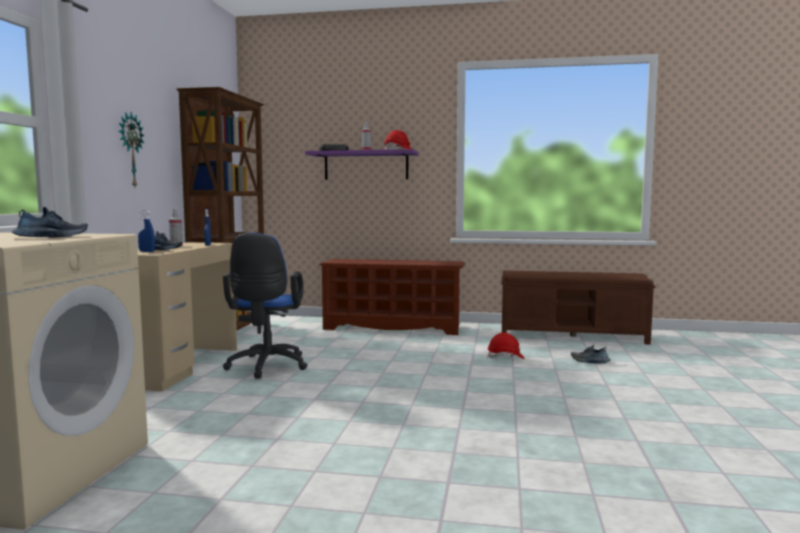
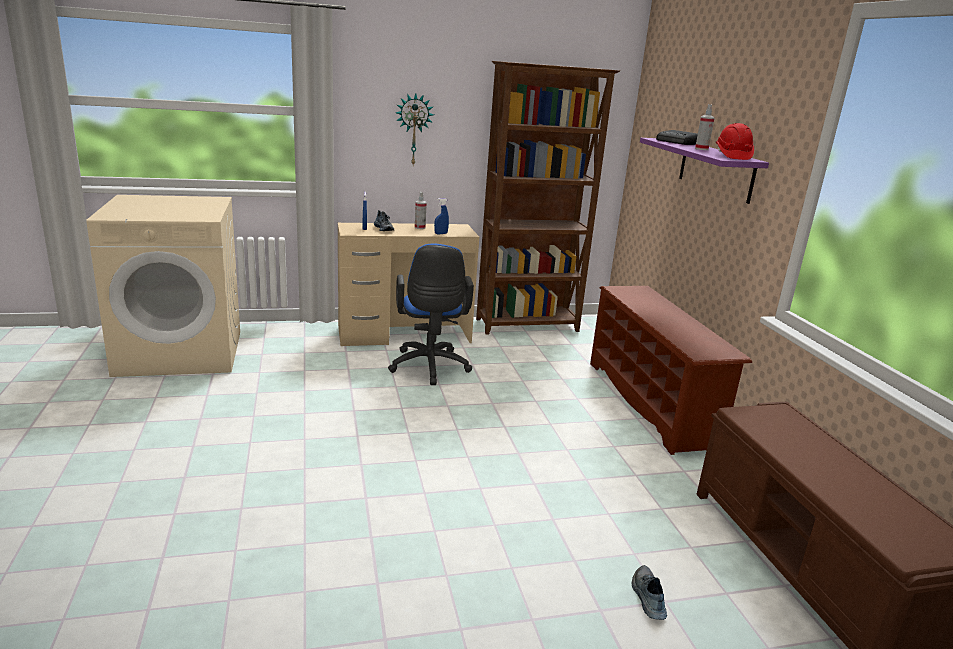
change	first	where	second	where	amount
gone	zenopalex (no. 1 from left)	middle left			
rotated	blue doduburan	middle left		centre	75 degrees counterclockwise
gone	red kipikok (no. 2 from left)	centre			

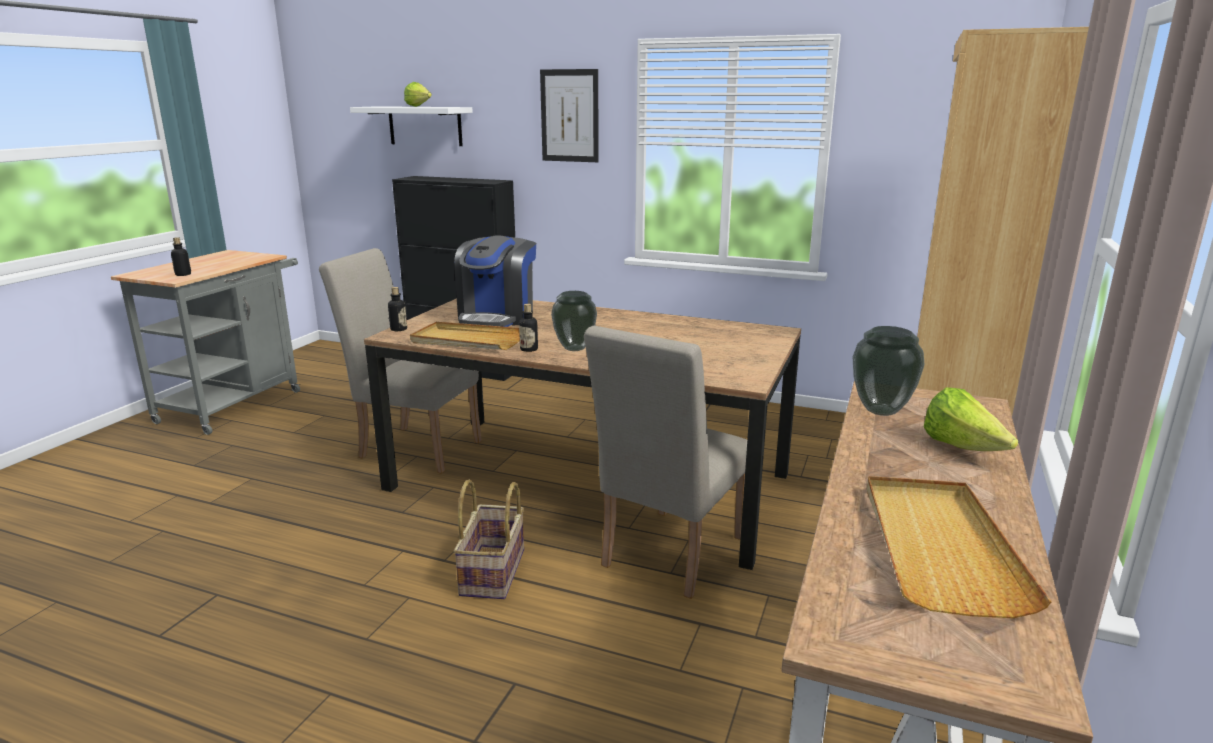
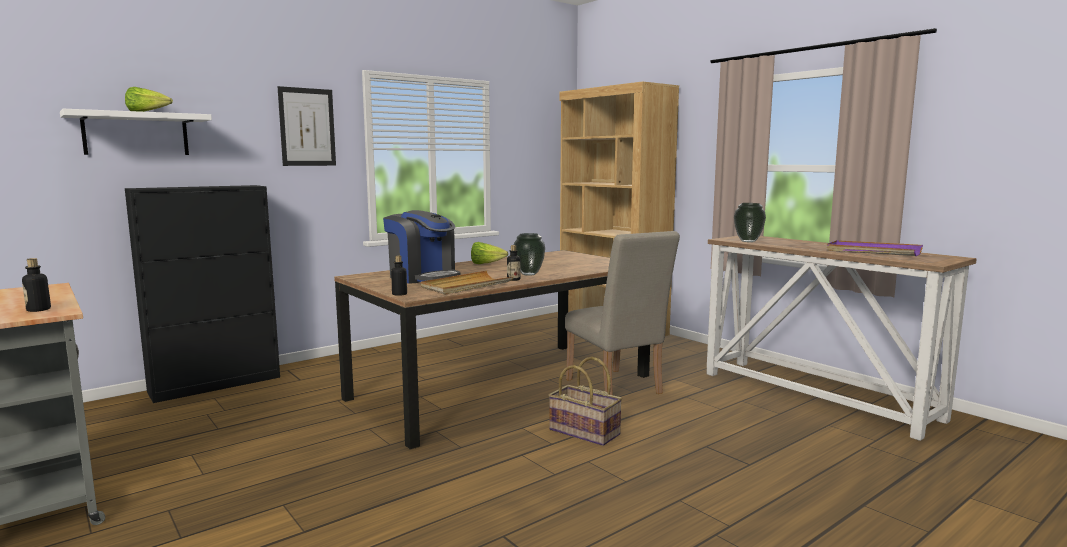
change	first	where	second	where	amount
gone	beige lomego (no. 1 from left)	middle left			
repainted	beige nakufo (no. 2 from left)	bottom right	purple nakufo	middle right	
shifted	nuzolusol (no. 2 from left)	middle right		centre	

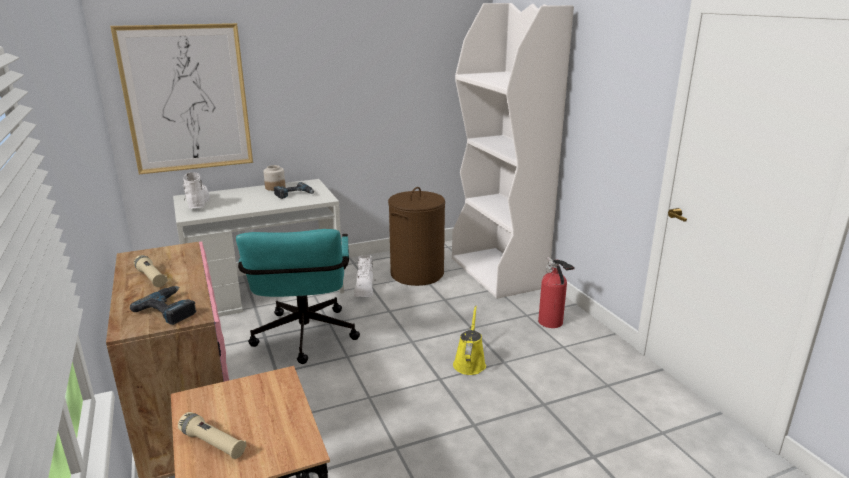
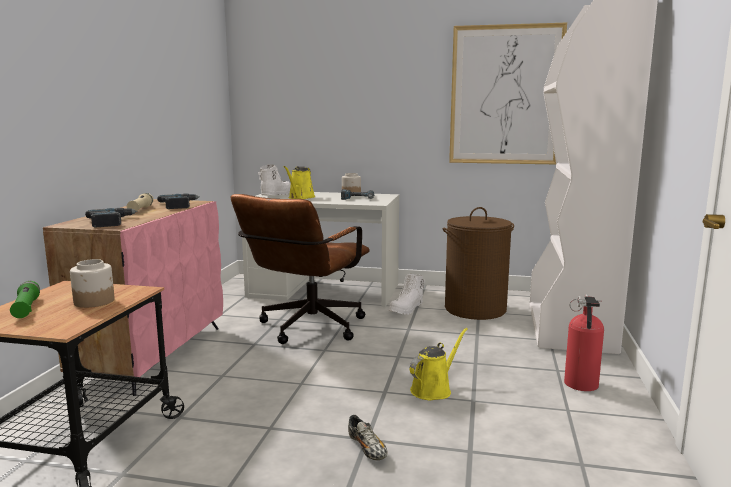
change	first	where	second	where	amount
shifted	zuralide	top left		top right	
repainted	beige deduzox (no. 2 from left)	bottom left	green deduzox	middle left	
repainted	turquoise doduburan	centre	brown doduburan	centre	
new			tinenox (no. 1 from left)	middle left	
new			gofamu (no. 2 from left)	middle left	
new			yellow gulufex (no. 1 from left)	centre	
new			zenopalex	bottom centre	

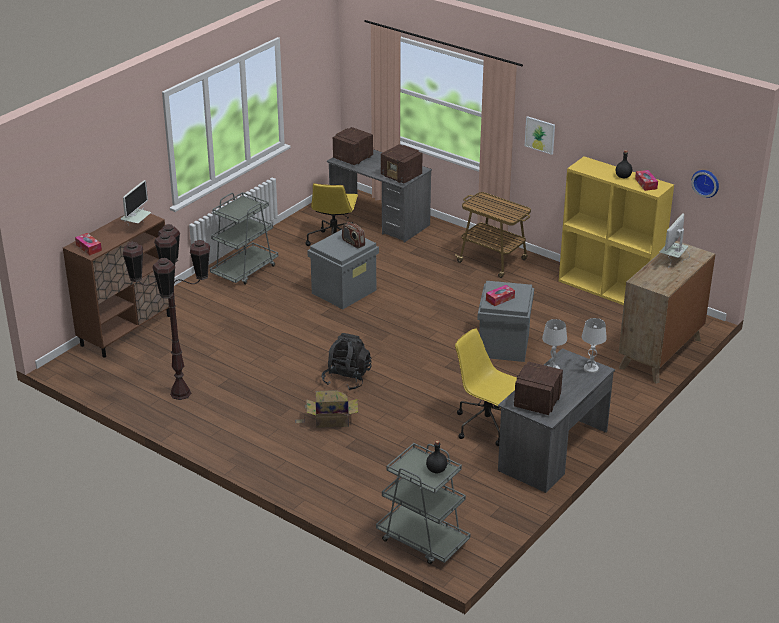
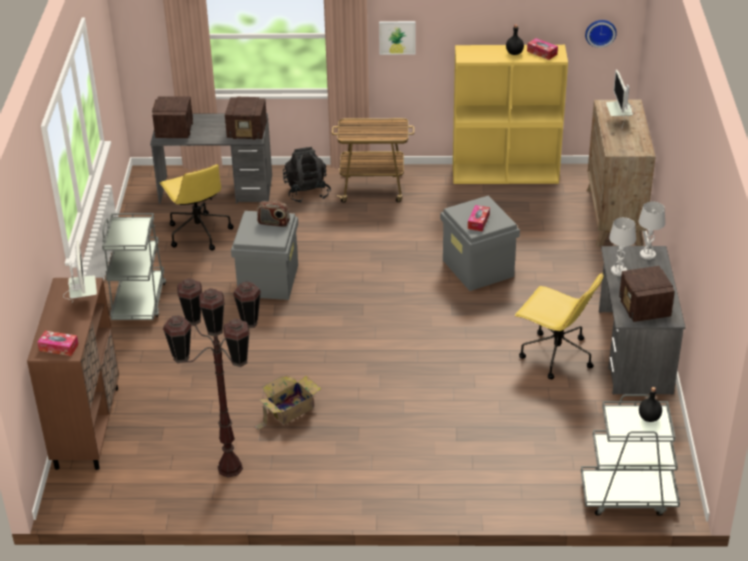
change	first	where	second	where	amount
shifted	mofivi	centre		bottom centre	
shifted	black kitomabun	centre		top centre	
rotated	yellow doduburan (no. 2 from left)	centre		middle right	150 degrees counterclockwise

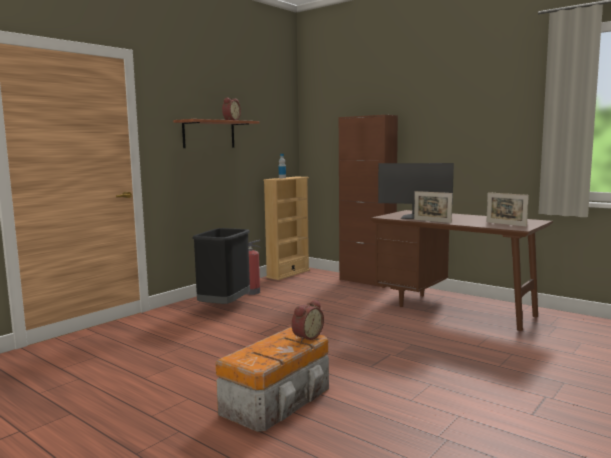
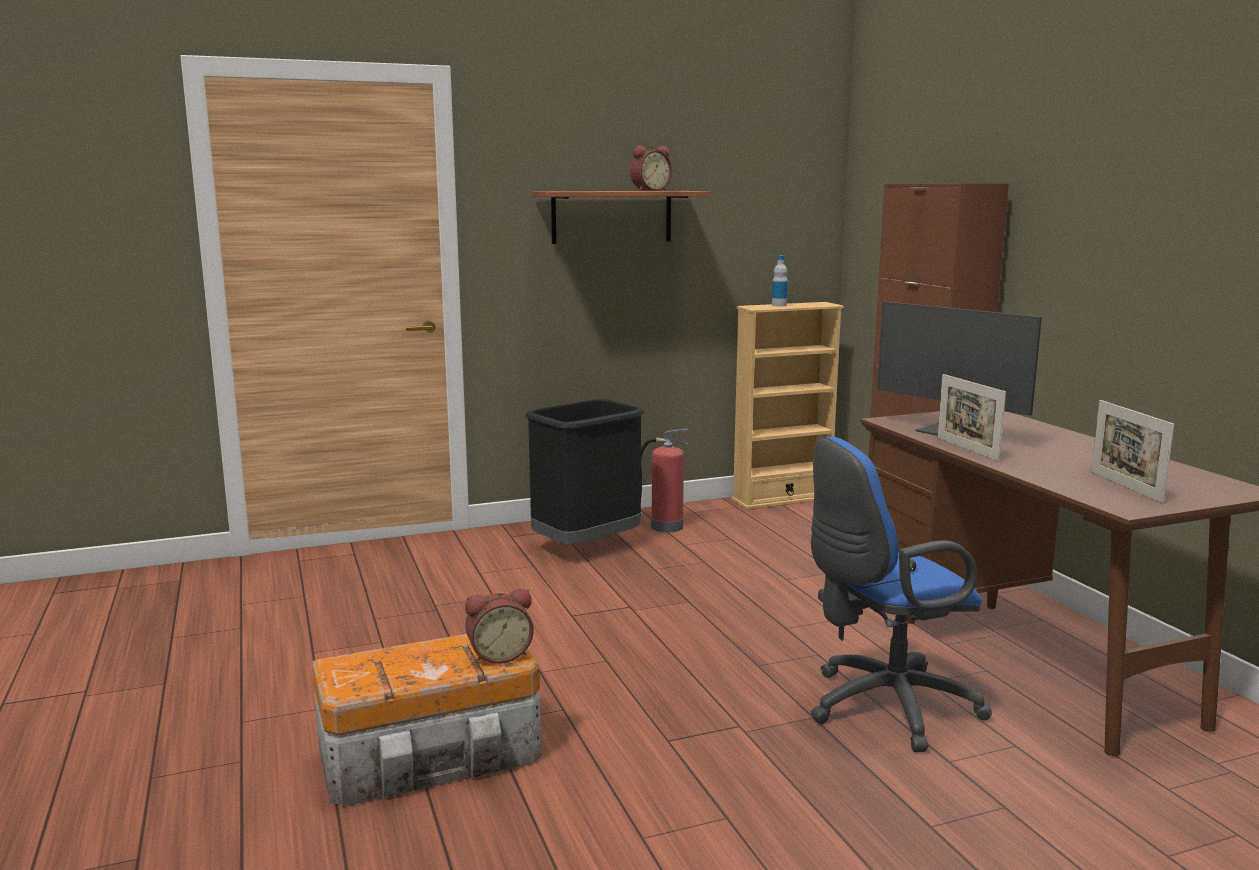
change	first	where	second	where	amount
new			blue doduburan	bottom right	

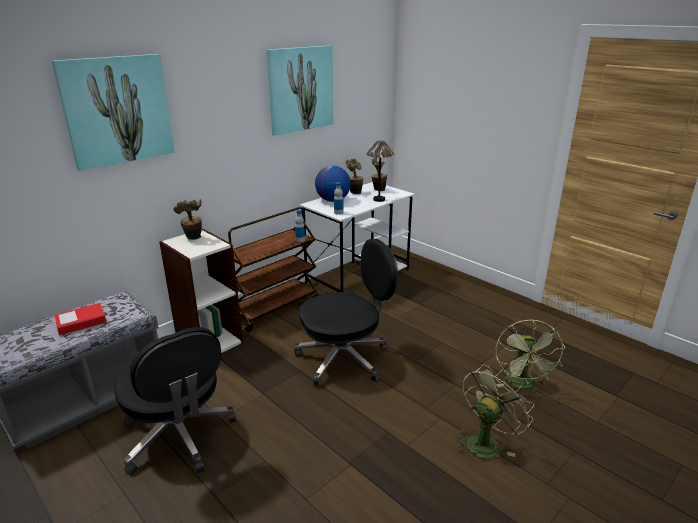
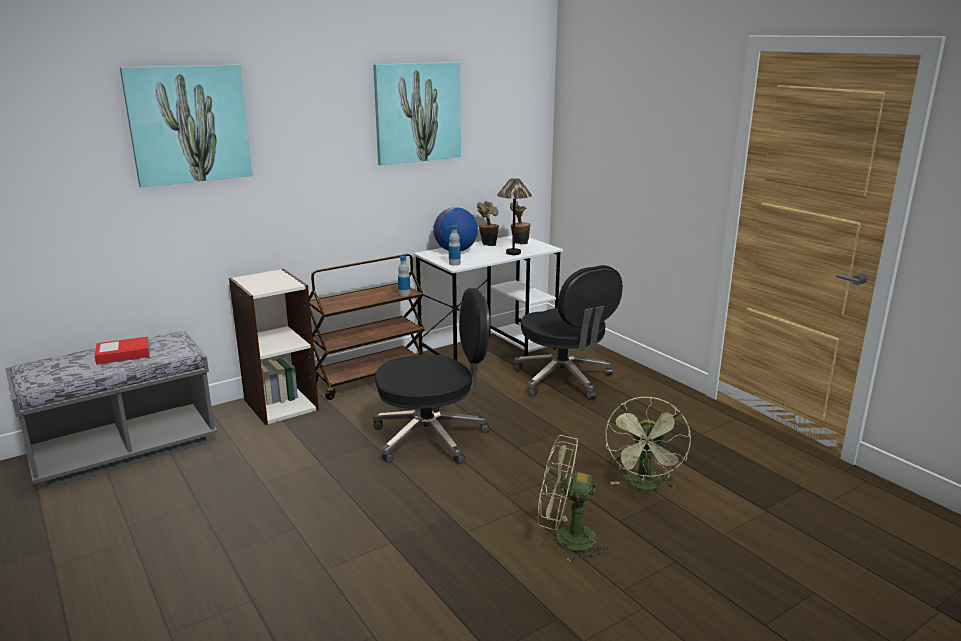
change	first	where	second	where	amount
shifted	black doduburan (no. 1 from left in the first image)	bottom left	black doduburan (no. 2 from left)	centre	
gone	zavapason (no. 1 from left)	middle left			
rotated	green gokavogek (no. 1 from left)	bottom right		bottom centre	135 degrees counterclockwise

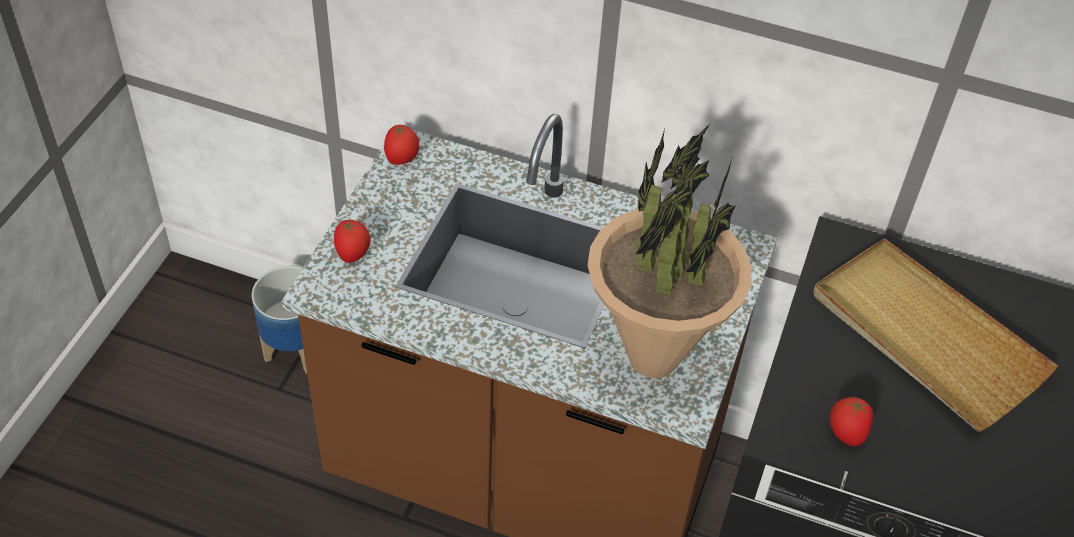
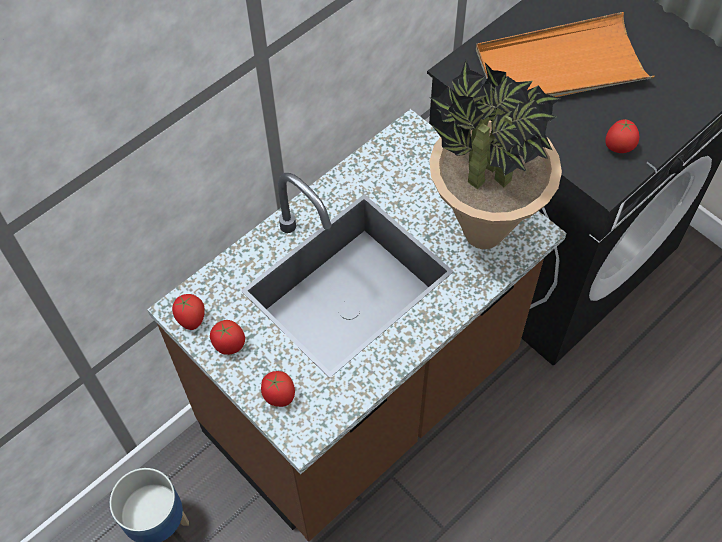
change	first	where	second	where	amount
repainted	beige nakufo	middle right	orange nakufo	top right	
new			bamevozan (no. 2 from left)	middle left	

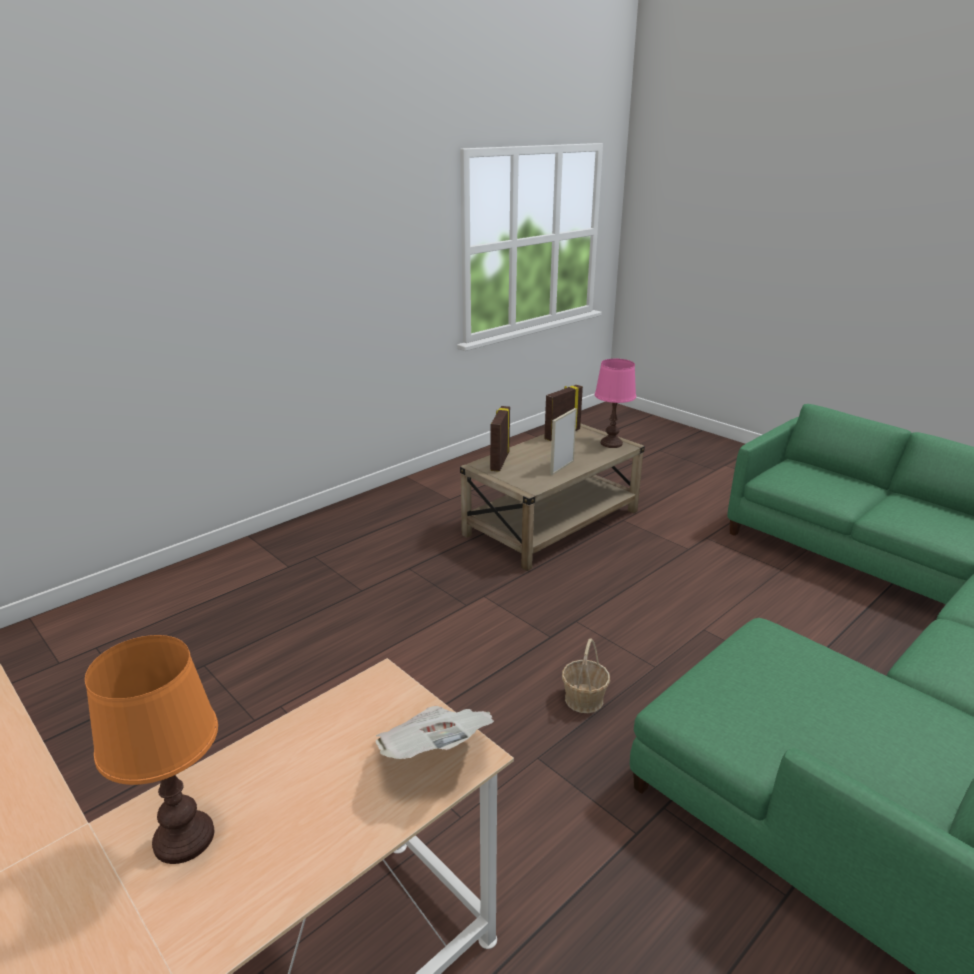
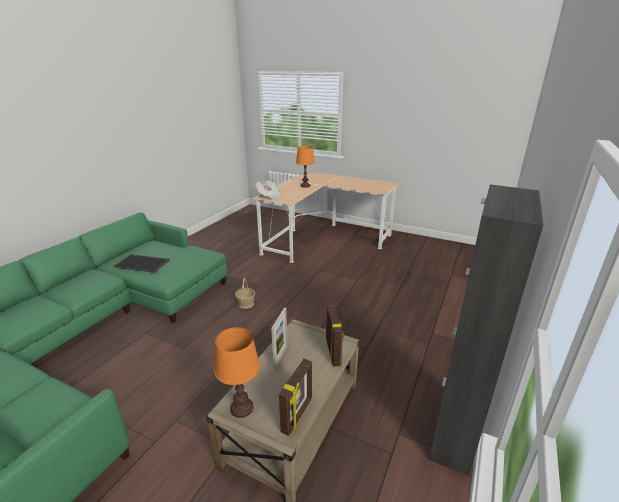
change	first	where	second	where	amount
repainted	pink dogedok	centre	orange dogedok (no. 1 from left)	bottom centre	
new			nakufo	middle left	
new			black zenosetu	middle right	

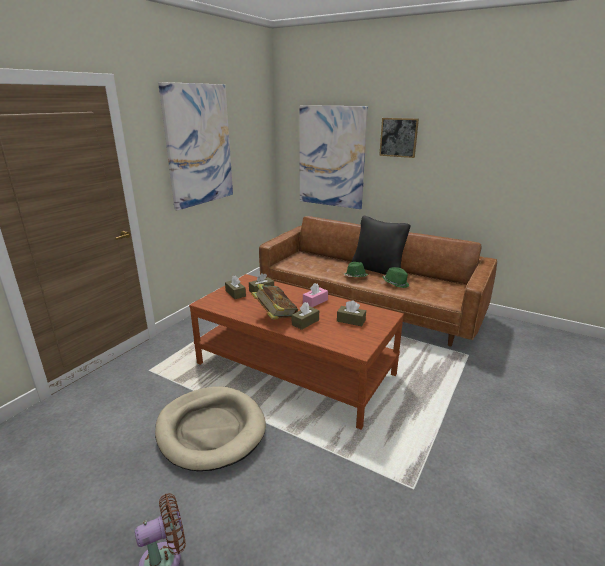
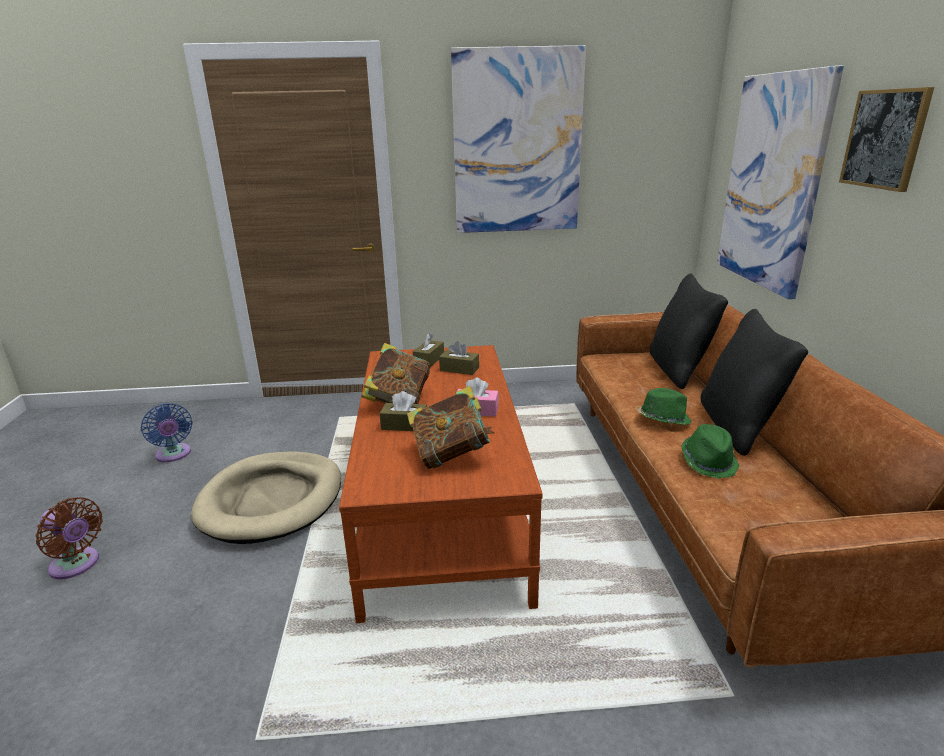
change	first	where	second	where	amount
swapped	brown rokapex (no. 4 from left)	centre	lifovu (no. 2 from left)	centre	
new			blue gokavogek	middle left	
new			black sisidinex (no. 1 from left)	middle right	

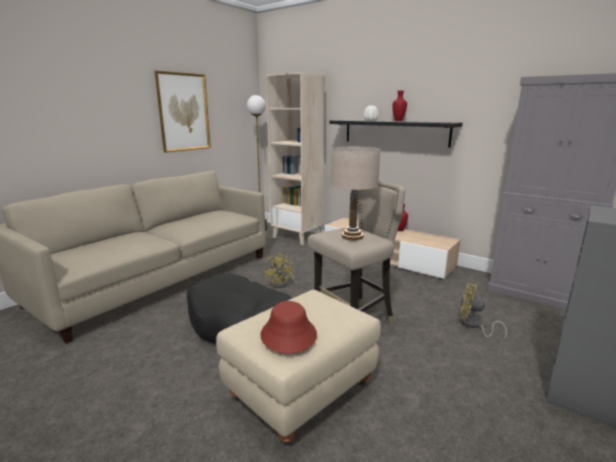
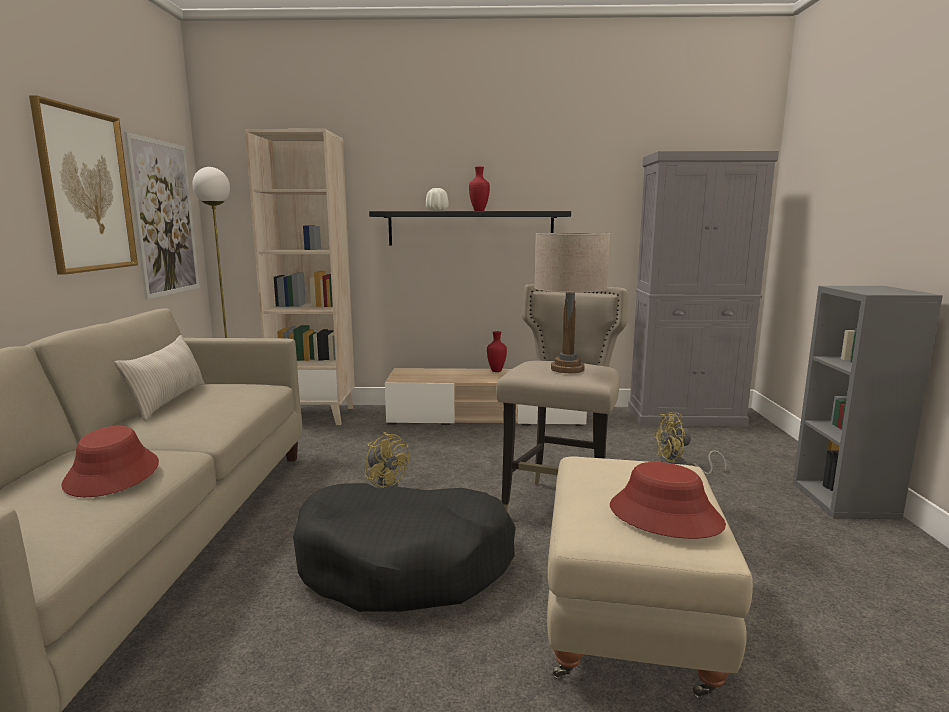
change	first	where	second	where	amount
new			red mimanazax (no. 1 from left)	middle left	
new			beige sisidinex	middle left	
new			zuralide (no. 2 from left)	top left	

